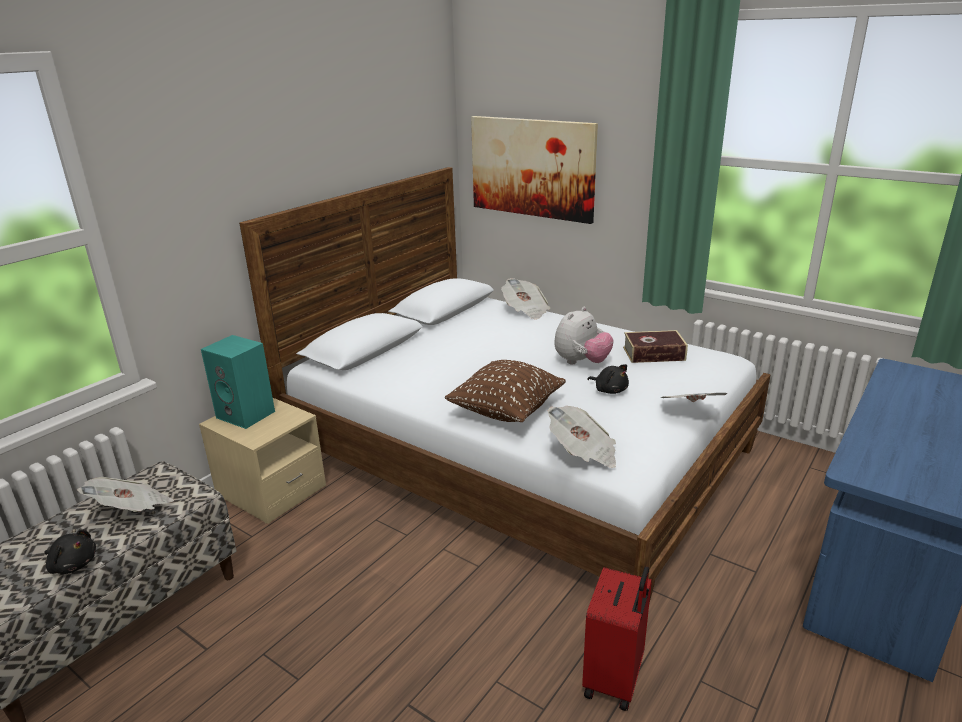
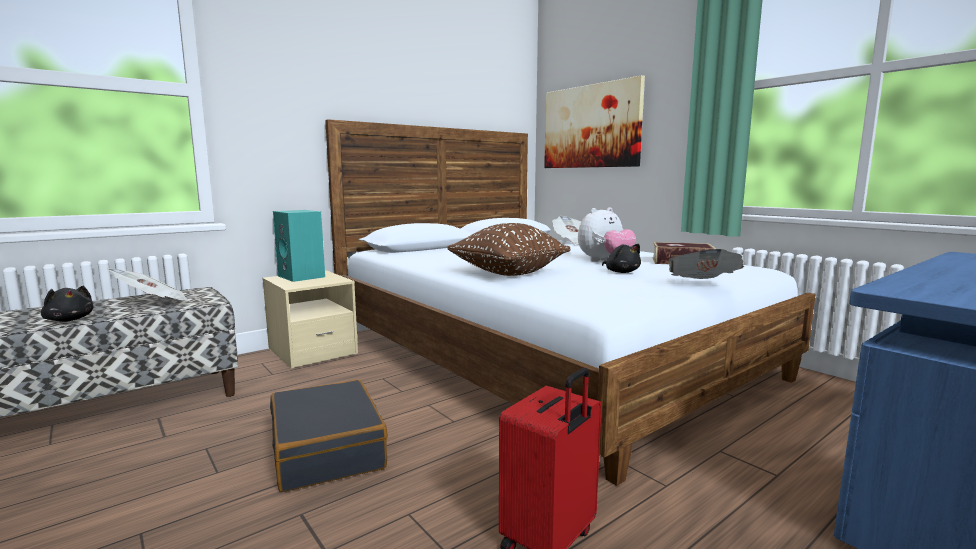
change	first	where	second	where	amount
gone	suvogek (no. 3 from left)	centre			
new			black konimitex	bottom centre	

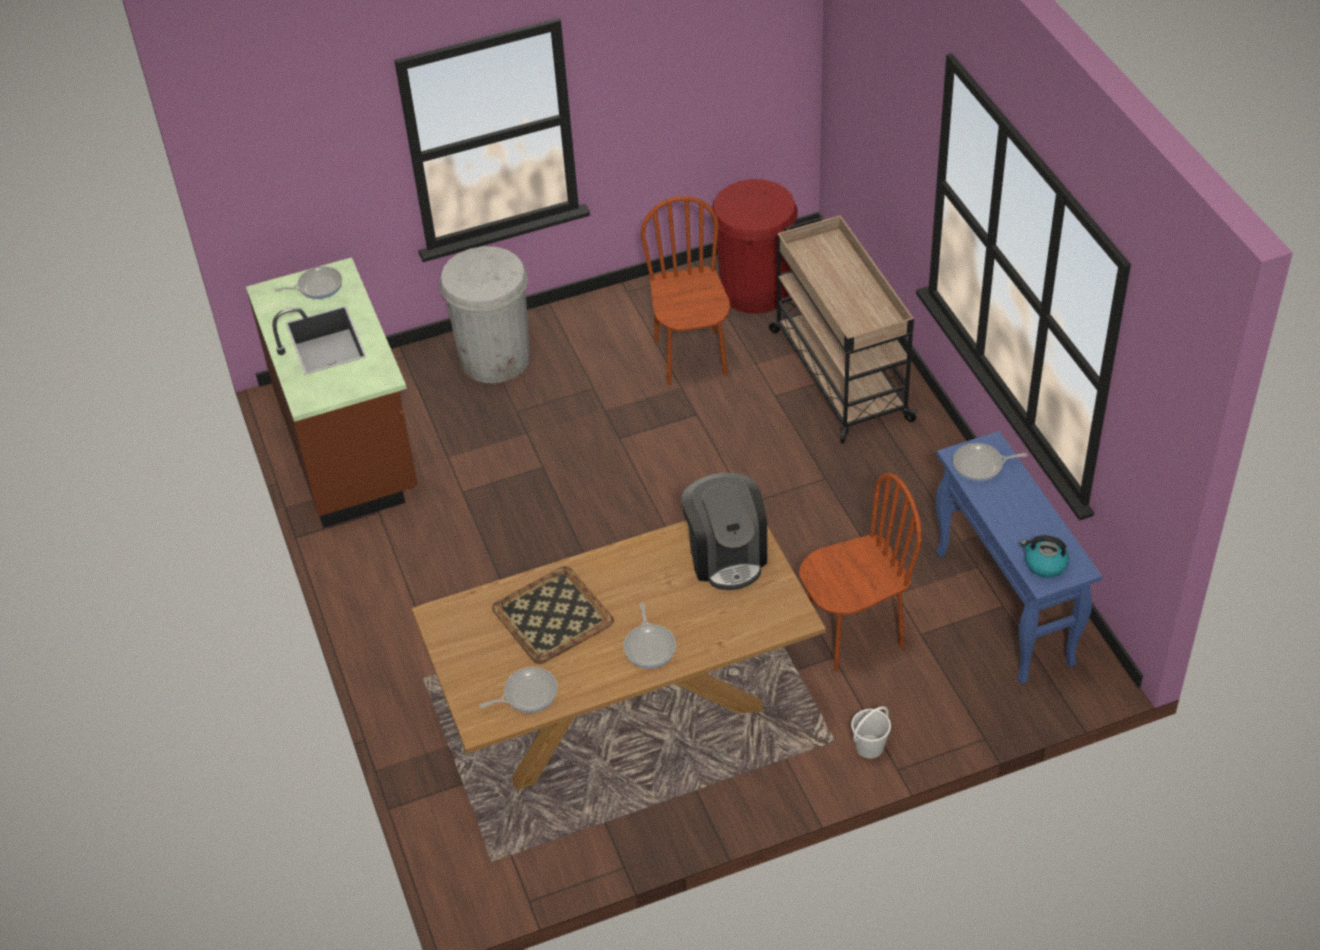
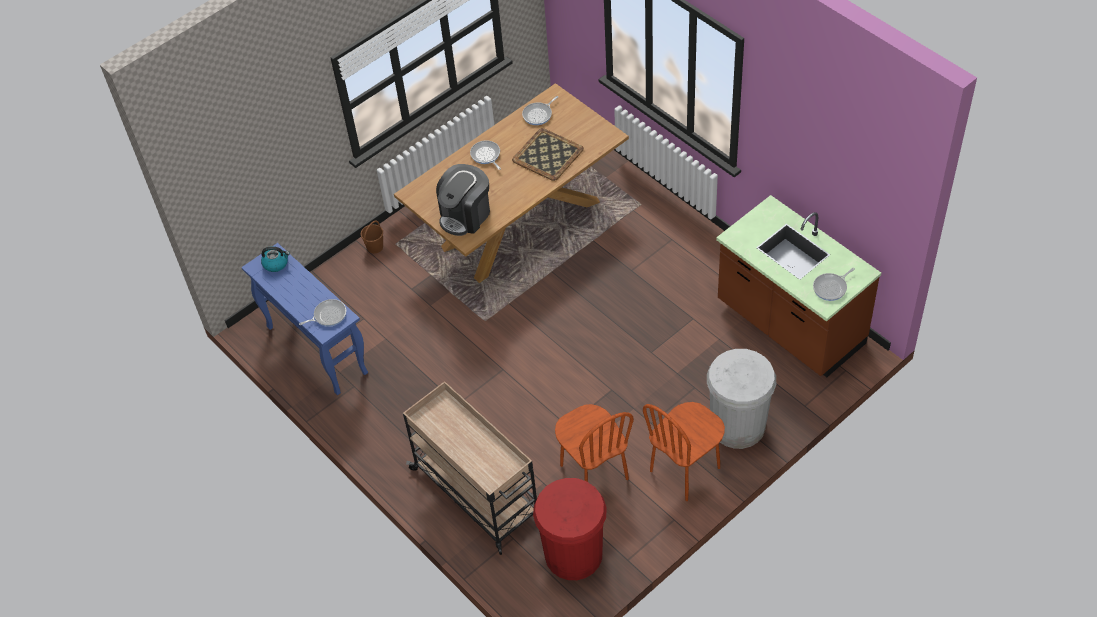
change	first	where	second	where	amount
rotated	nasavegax	centre		top centre	105 degrees counterclockwise
shifted	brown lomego (no. 2 from left)	centre		bottom centre	
repainted	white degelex	bottom centre	brown degelex	centre	

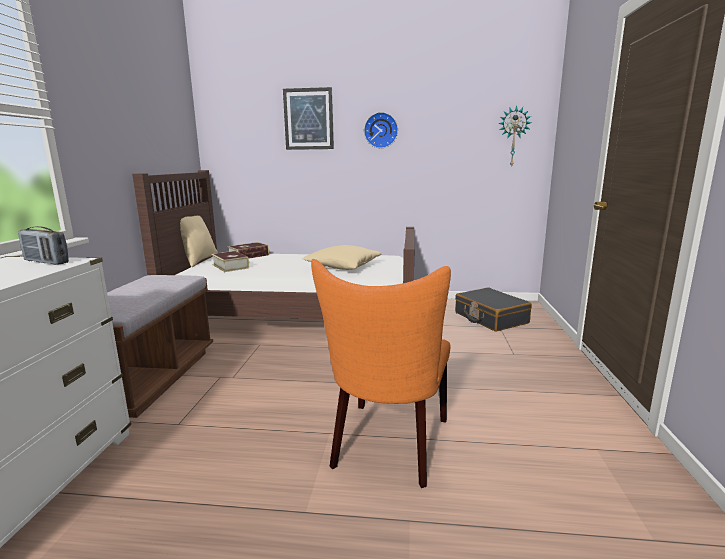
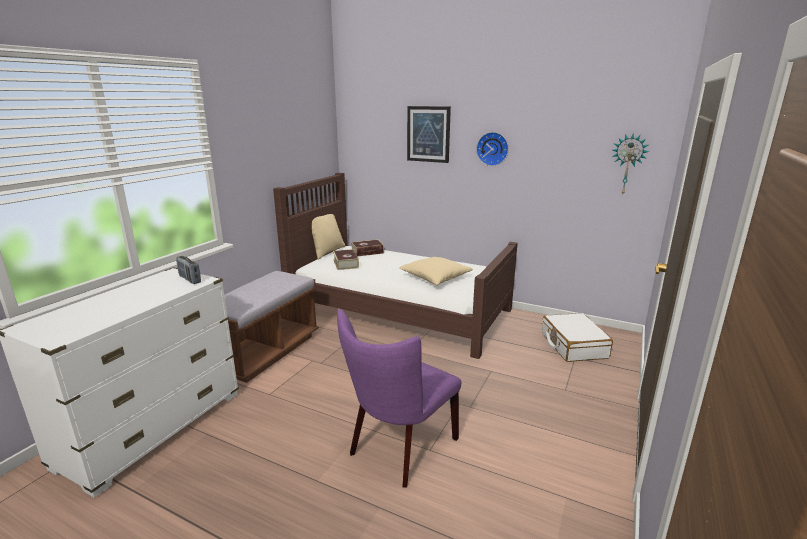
change	first	where	second	where	amount
repainted	orange lomego	bottom centre	purple lomego	bottom centre	
repainted	black konimitex	middle right	white konimitex	middle right	

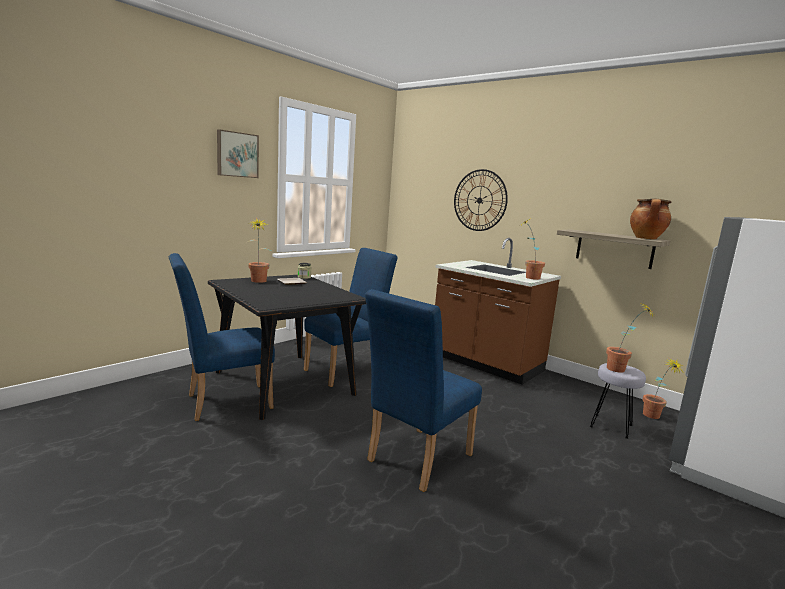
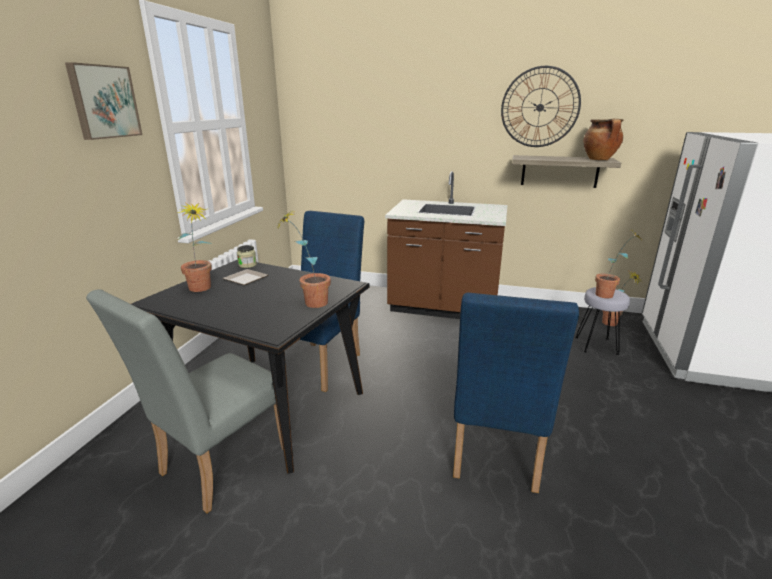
change	first	where	second	where	amount
repainted	blue lomego (no. 1 from left)	middle left	grey lomego	bottom left	
shifted	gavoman	centre		top right	
shifted	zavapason (no. 2 from left)	middle right		centre	

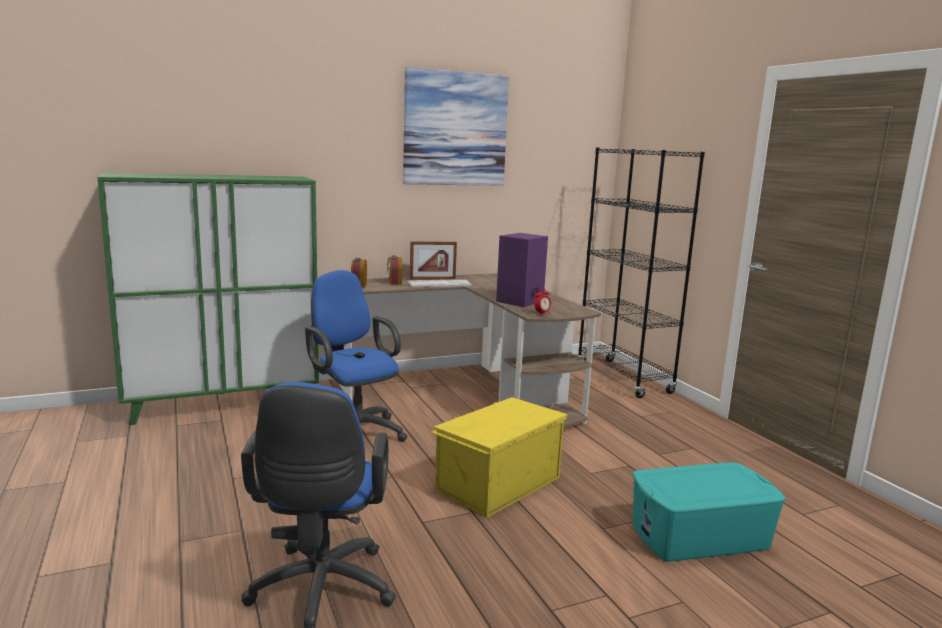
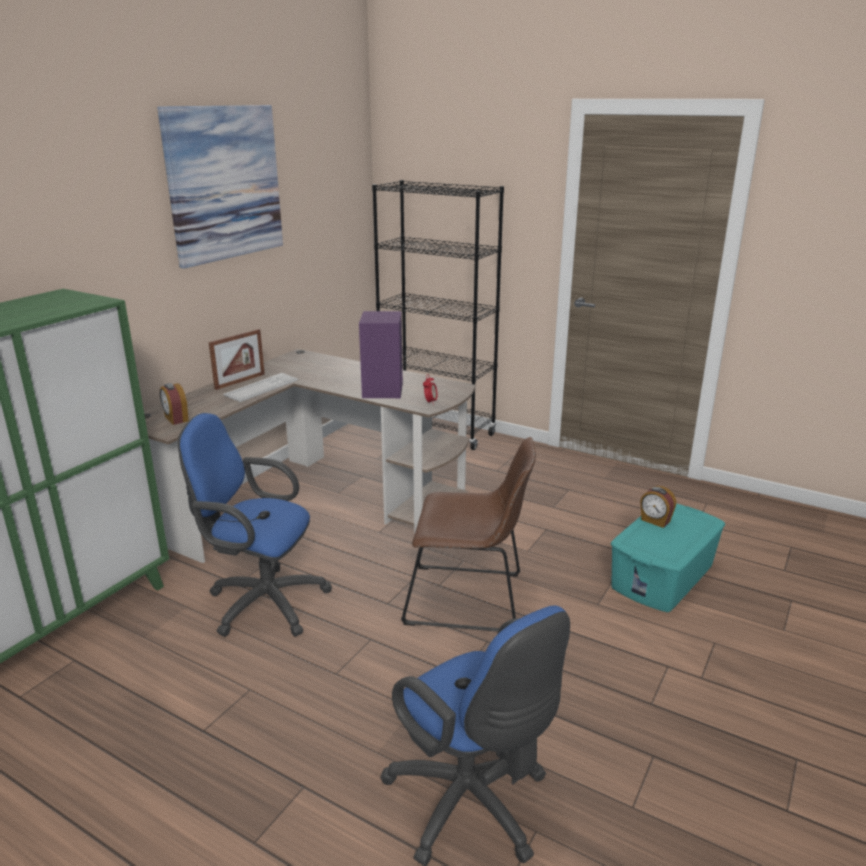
change	first	where	second	where	amount
shifted	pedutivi (no. 2 from left in the first image)	centre	pedutivi (no. 3 from left)	middle right	
swapped	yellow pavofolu	bottom centre	brown lomego	centre	

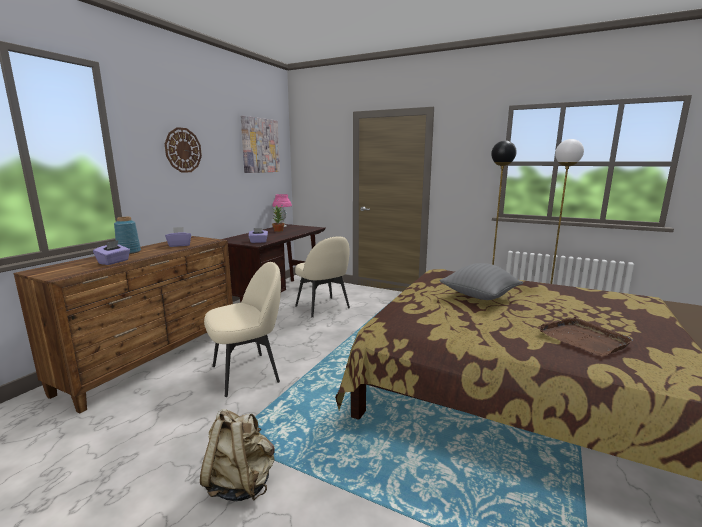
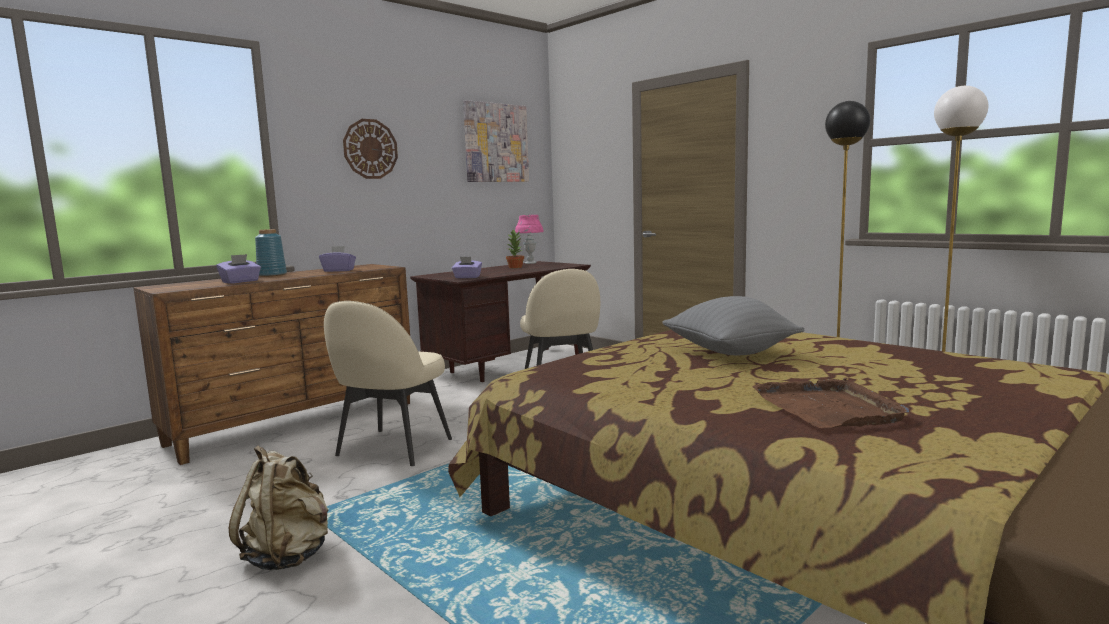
change	first	where	second	where	amount
rotated	beige lomego (no. 1 from left)	centre		centre	120 degrees clockwise

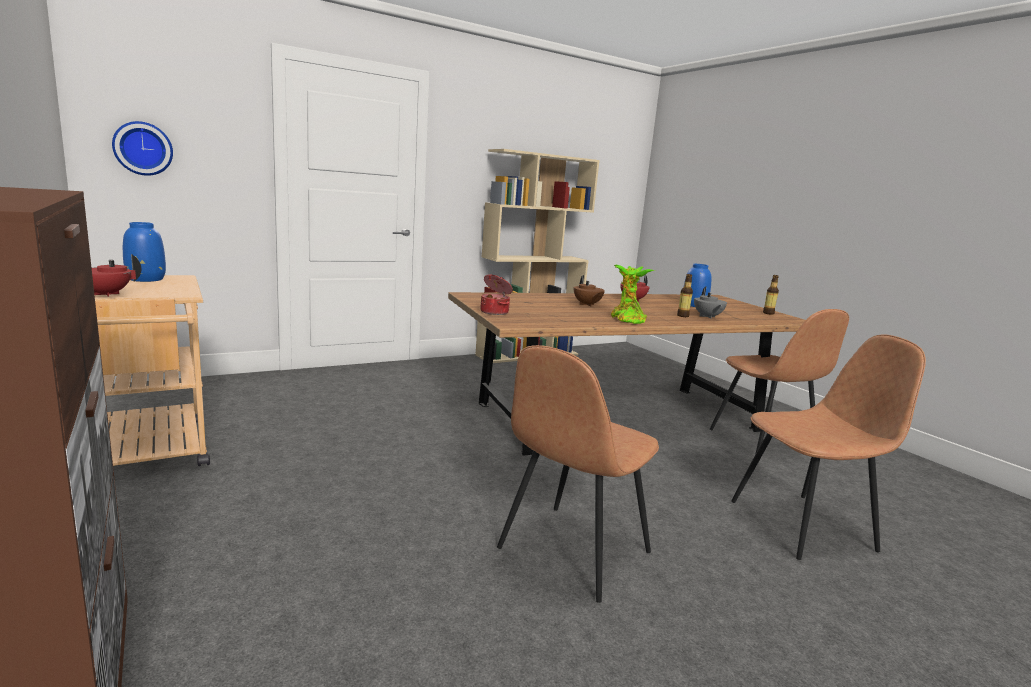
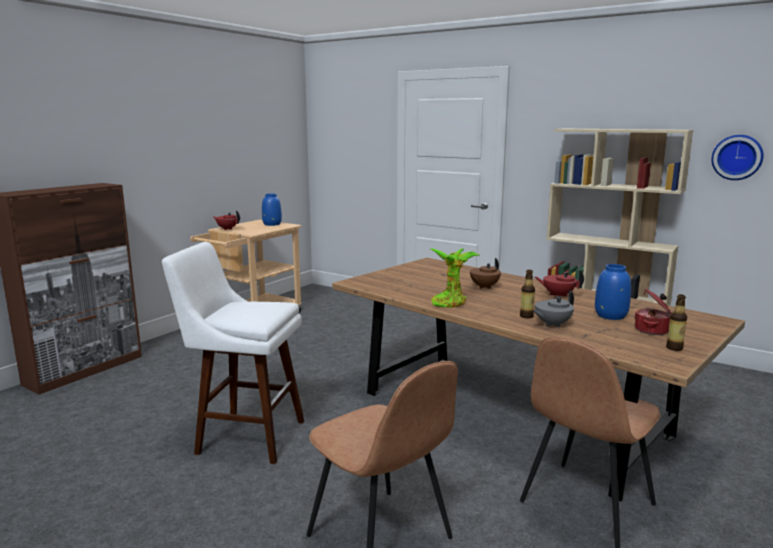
change	first	where	second	where	amount
shifted	gavoman	top left		top right	
shifted	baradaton	centre		middle right	
swapped	brown lomego (no. 1 from left)	bottom centre	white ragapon	middle left	

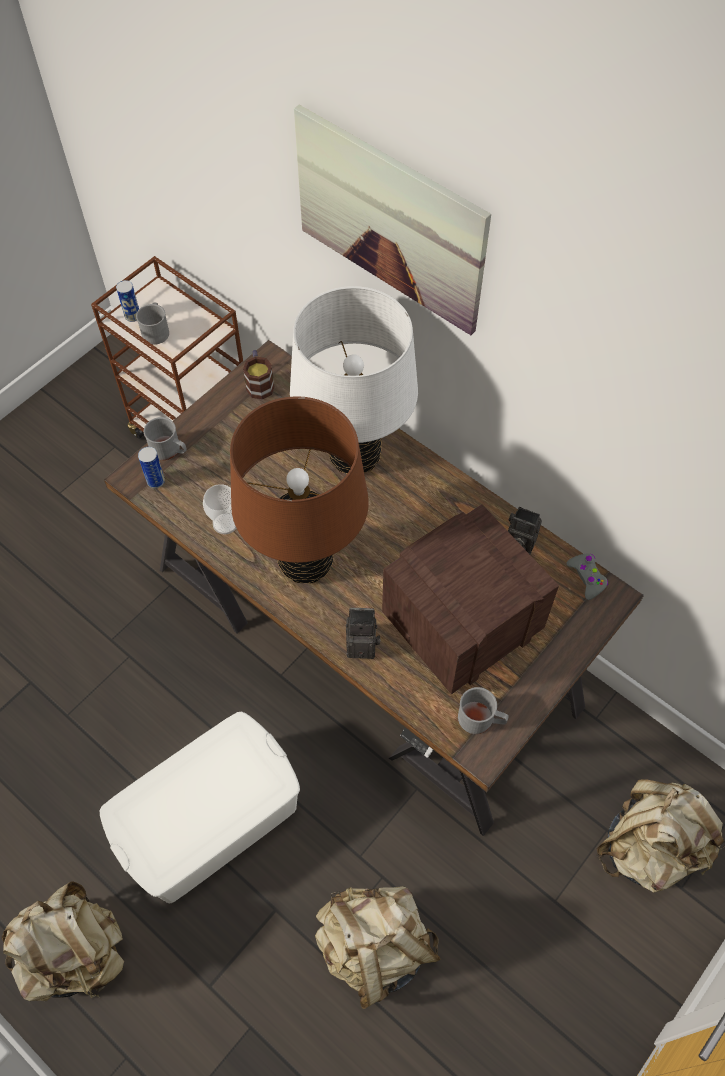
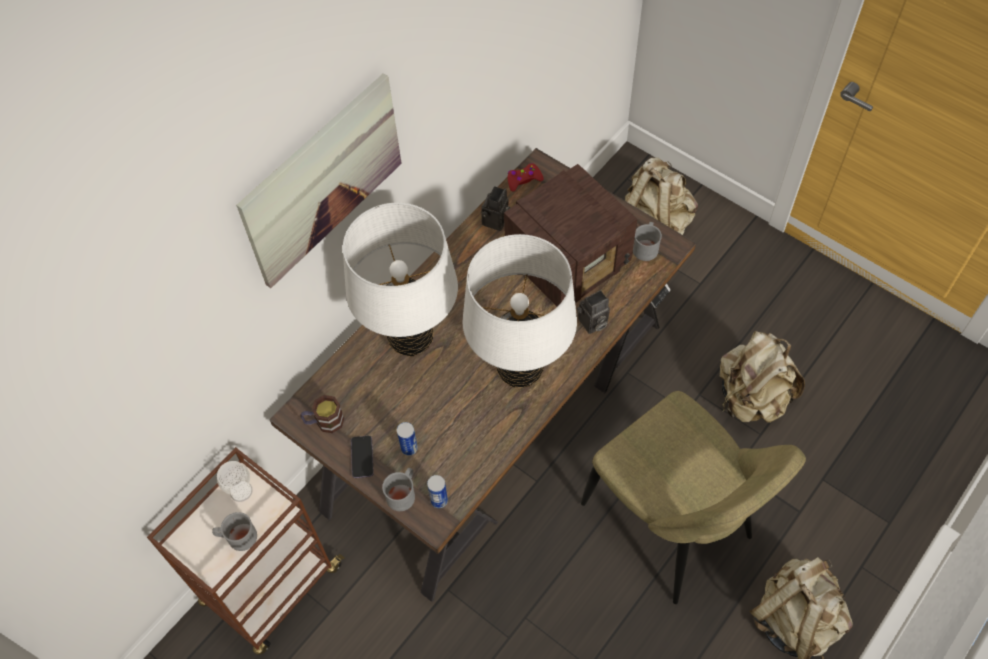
change	first	where	second	where	amount
swapped	white pavofolu	bottom left	beige lomego	bottom right	
shifted	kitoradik (no. 1 from left)	top left		centre	
shifted	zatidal	middle left		bottom left	
repainted	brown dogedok	centre	white dogedok (no. 2 from left)	centre	
rotated	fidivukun (no. 1 from left in the first image)	centre	fidivukun (no. 2 from left)	centre	120 degrees counterclockwise
rotated	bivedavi	centre		centre	90 degrees counterclockwise
repainted	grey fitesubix	middle right	red fitesubix	top centre	
new			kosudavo	bottom centre	

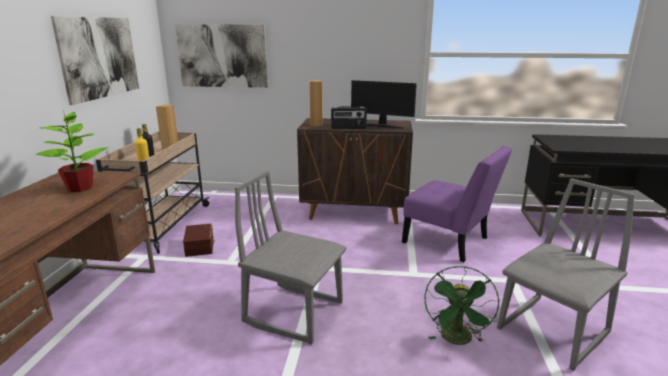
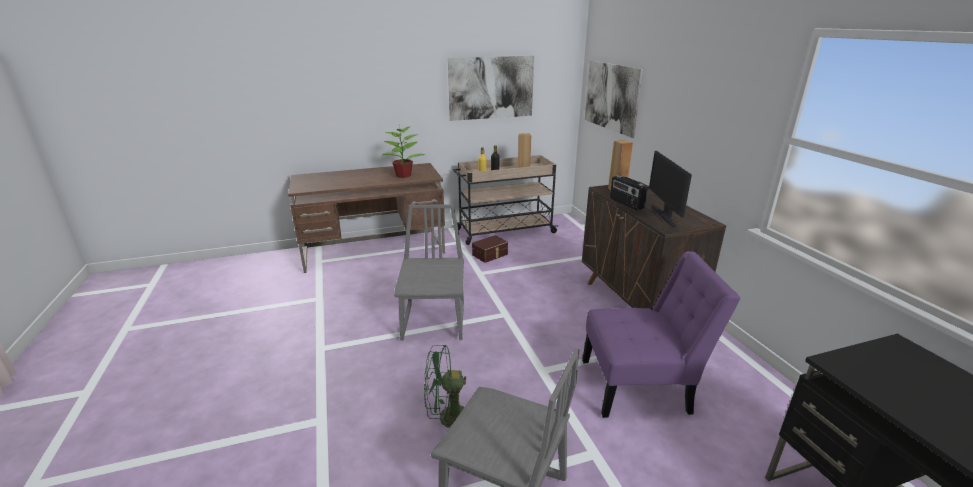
change	first	where	second	where	amount
rotated	purple lomego	middle right		bottom right	105 degrees counterclockwise

